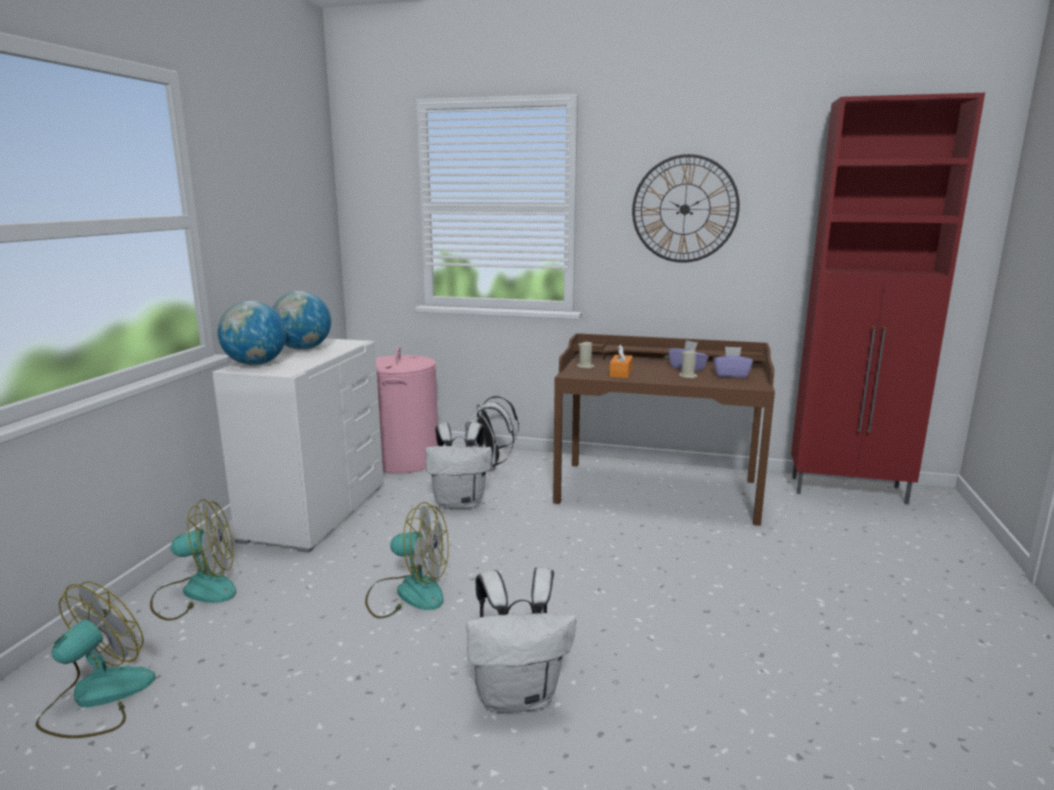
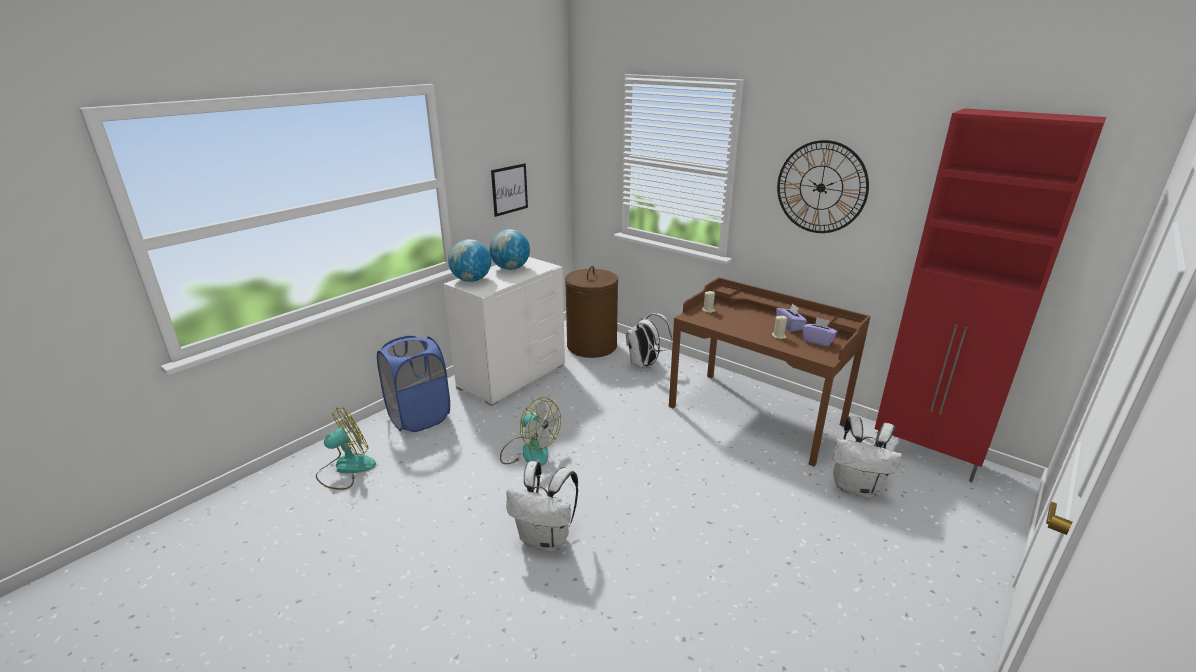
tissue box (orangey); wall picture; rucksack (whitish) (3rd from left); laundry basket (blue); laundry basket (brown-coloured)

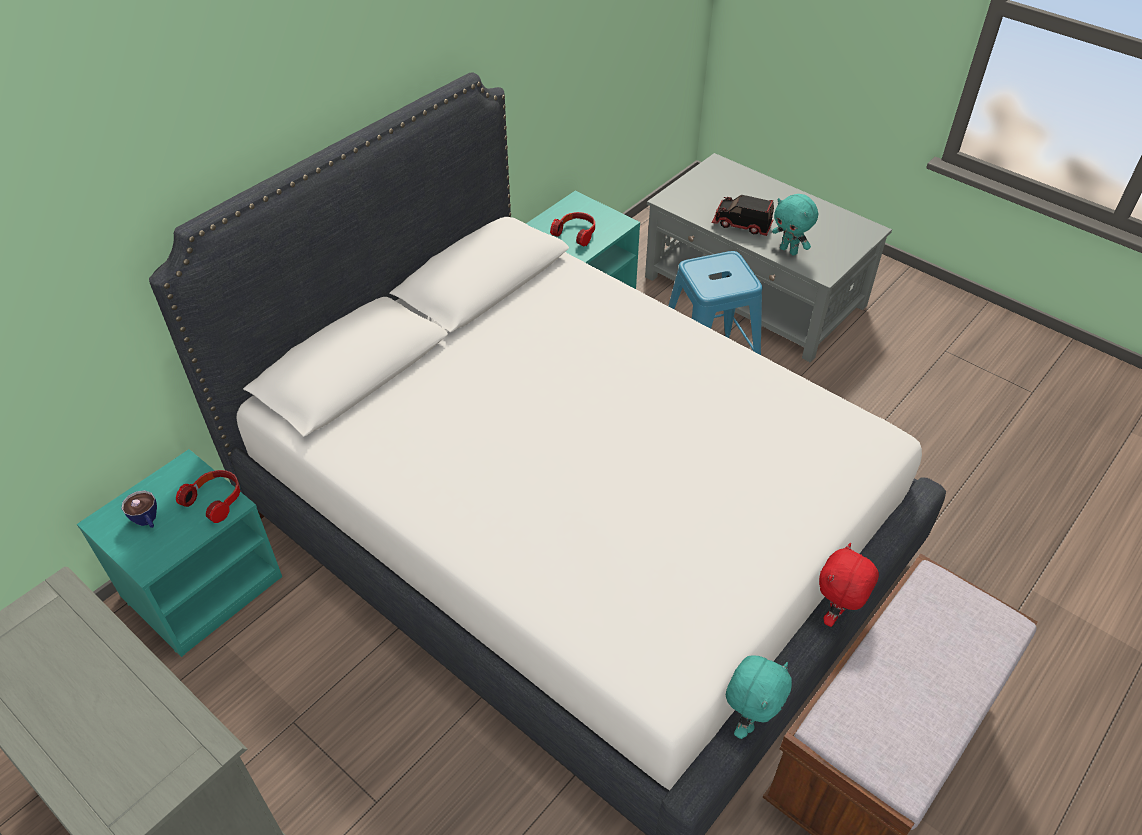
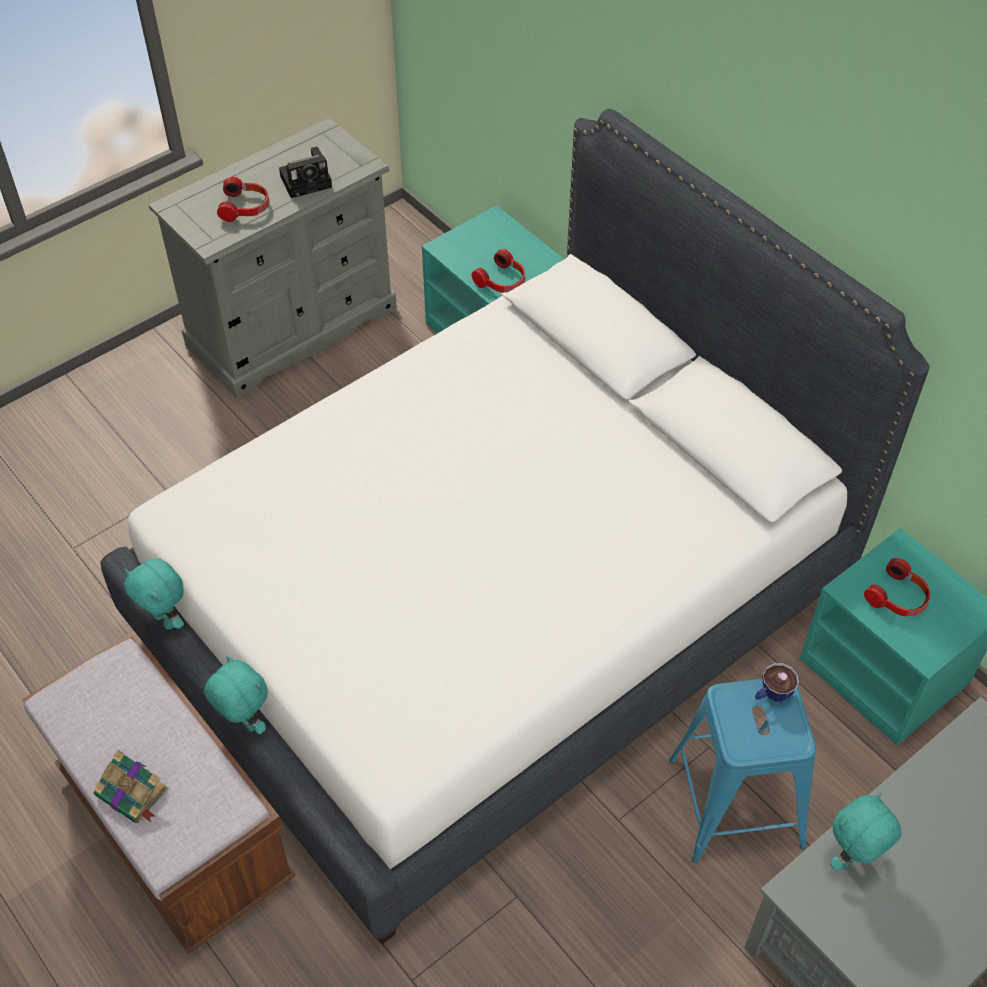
toy lorry; bound book; pair of headphones (1st from left); still camera; drinking cup; plush toy (turquoise-coloured) (2nd from left)

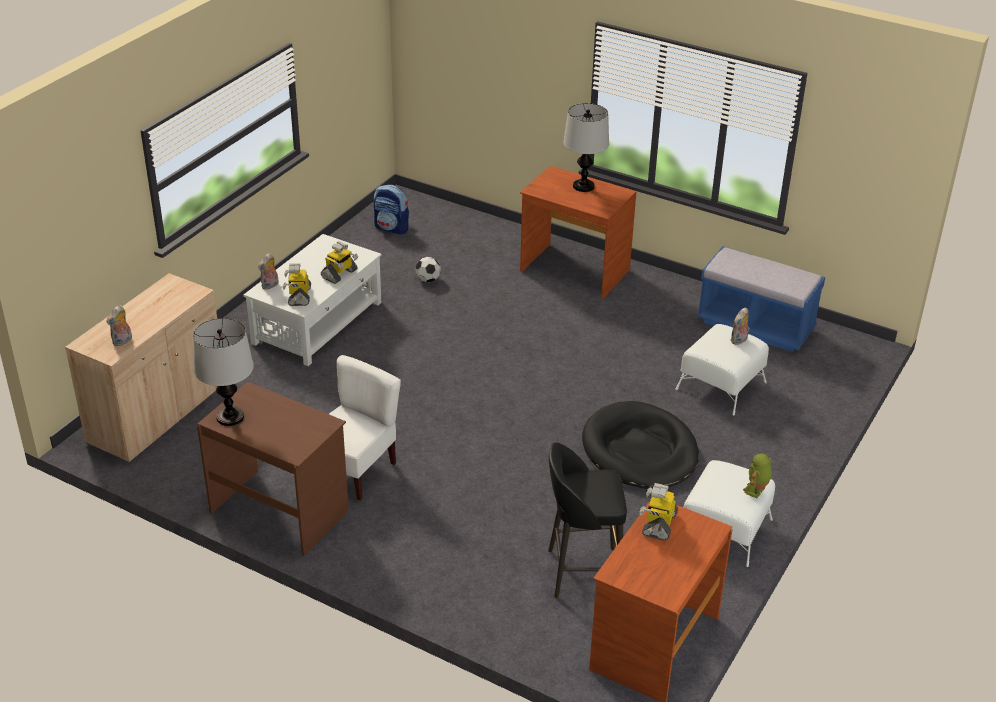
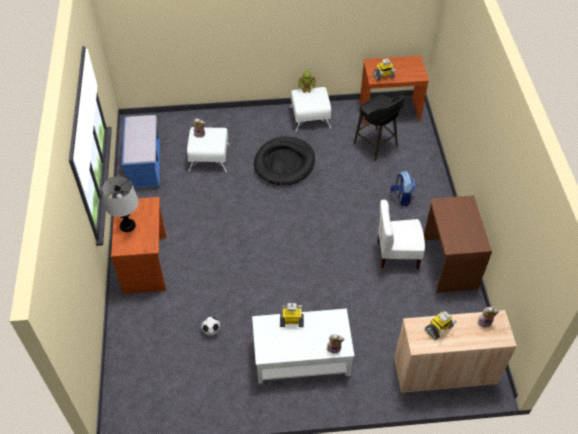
lamp for a table (1st from left in the first image); toy robot (4th from left); rucksack

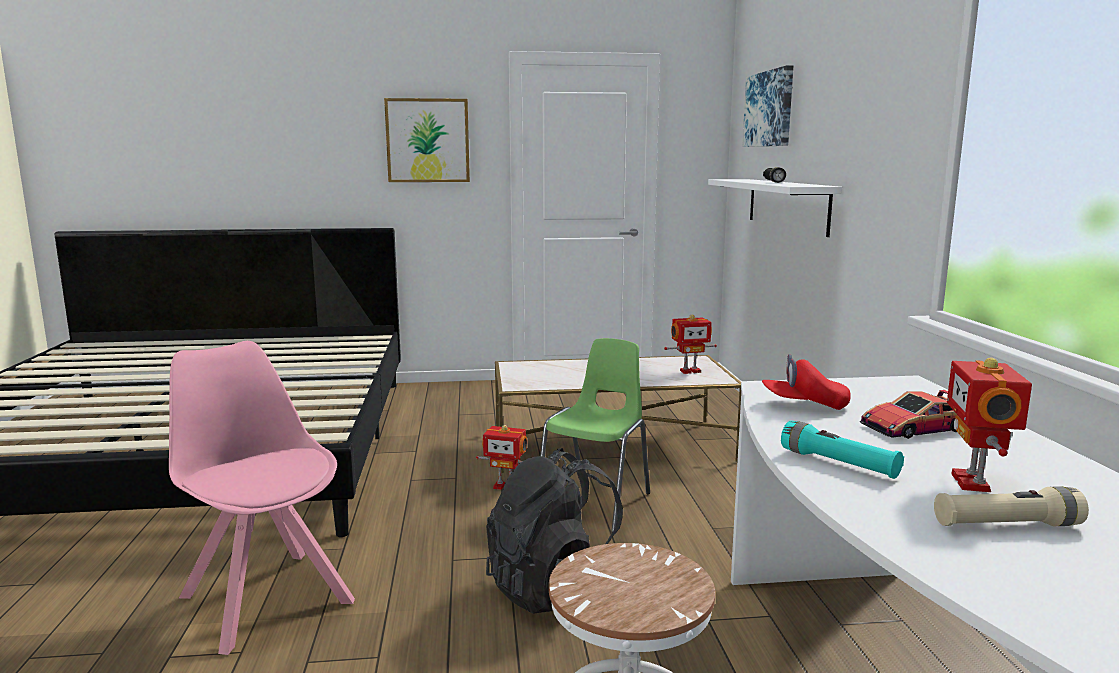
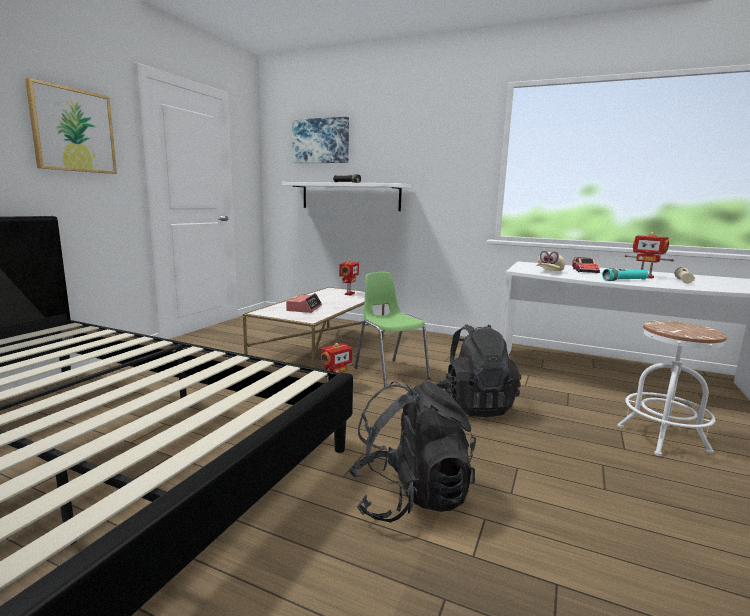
table clock; rucksack (blackish) (1st from left); peaked cap (sand-coloured)

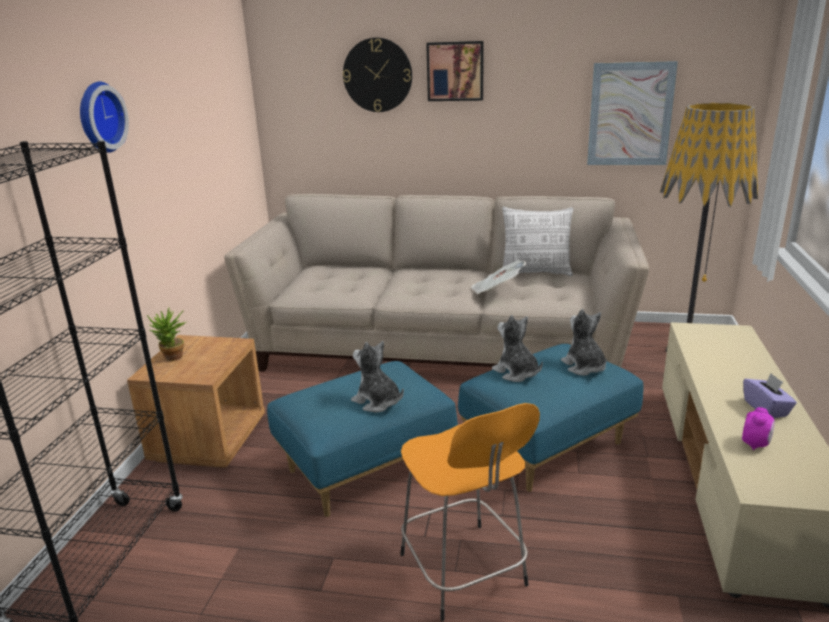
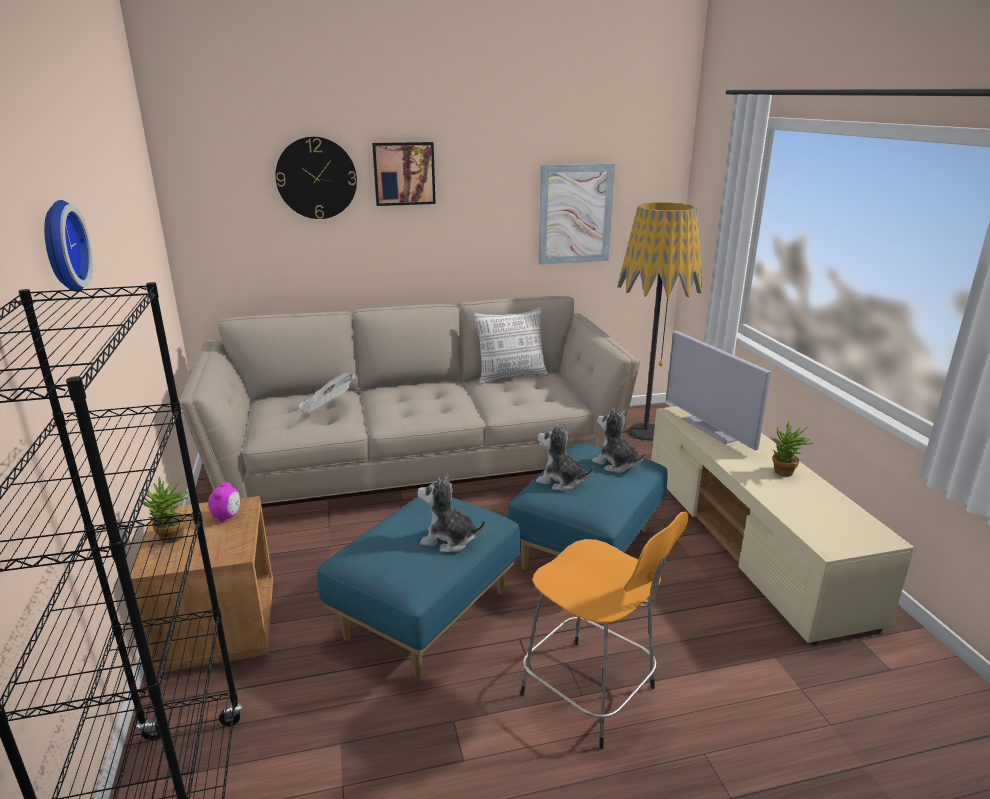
TV; newspaper; table clock; houseplant (2nd from left)

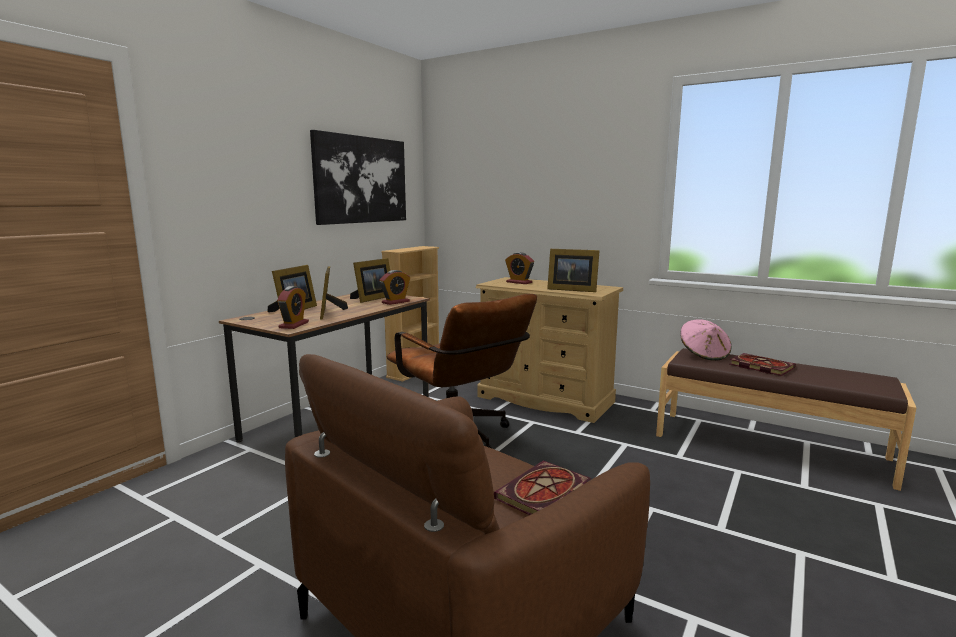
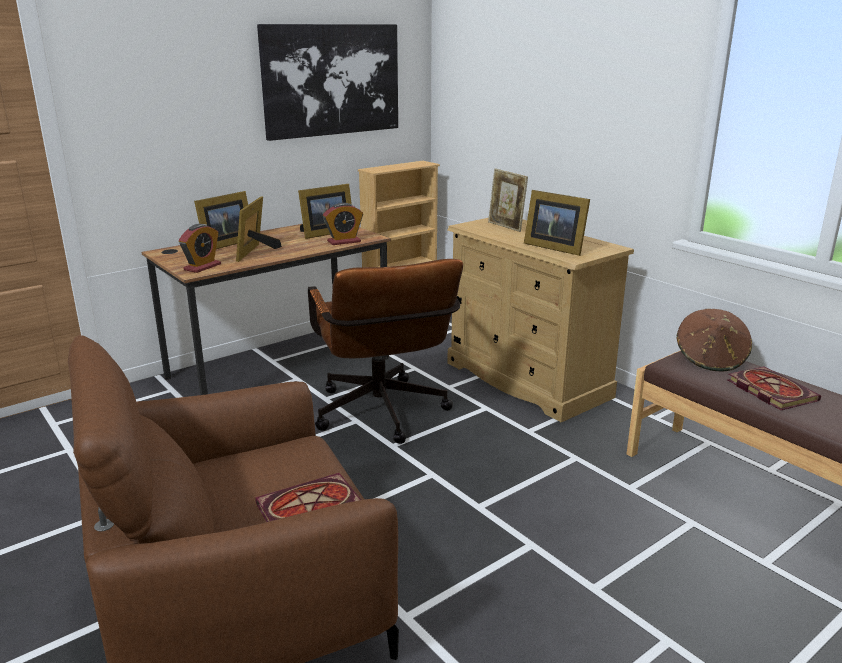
picture frame (4th from left); clothing hat (brown-coloured)

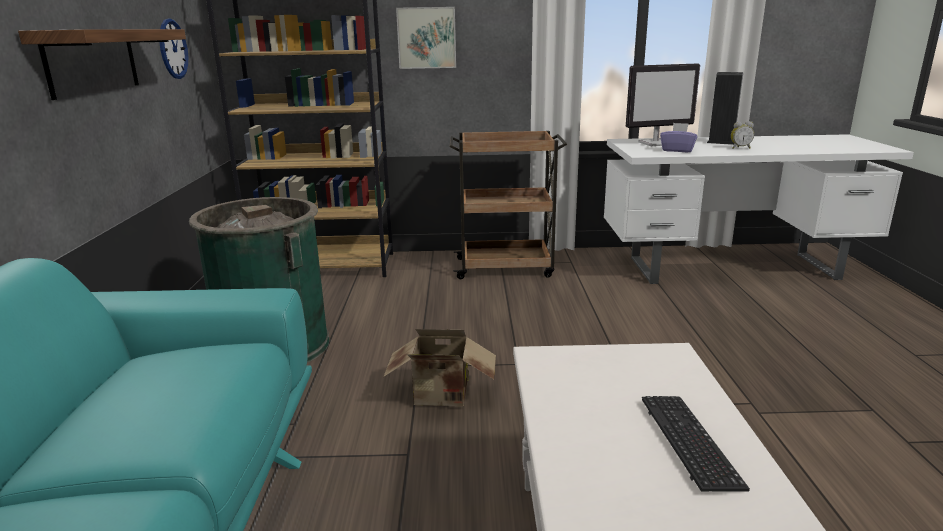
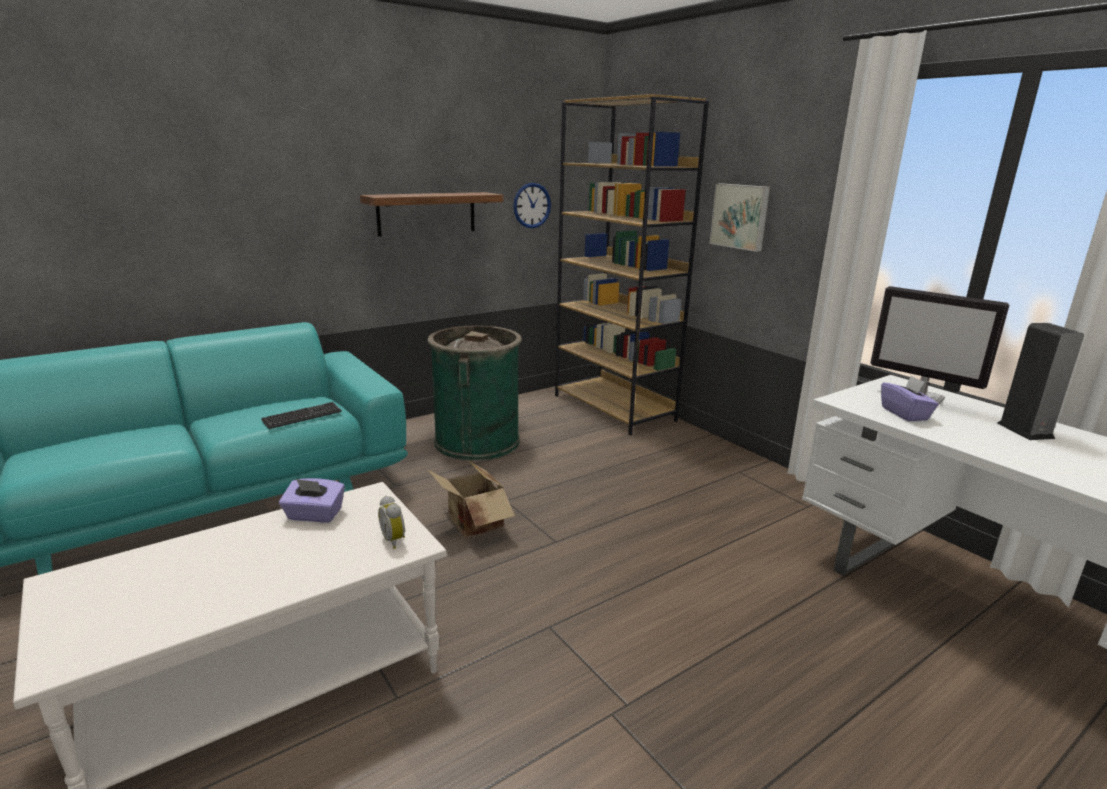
cart (brown-coloured); tissue box (purple) (1st from left); computer keyboard; table clock

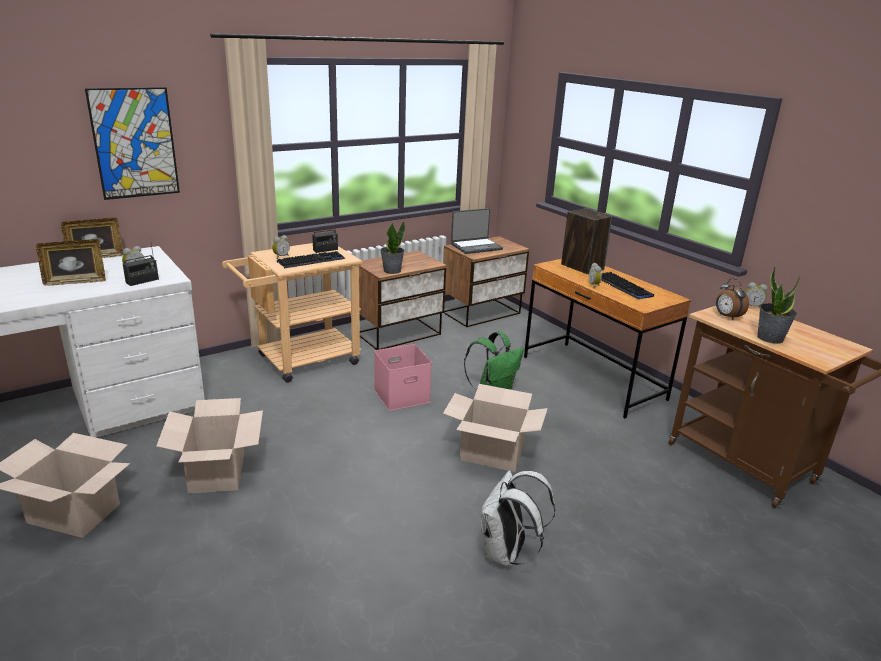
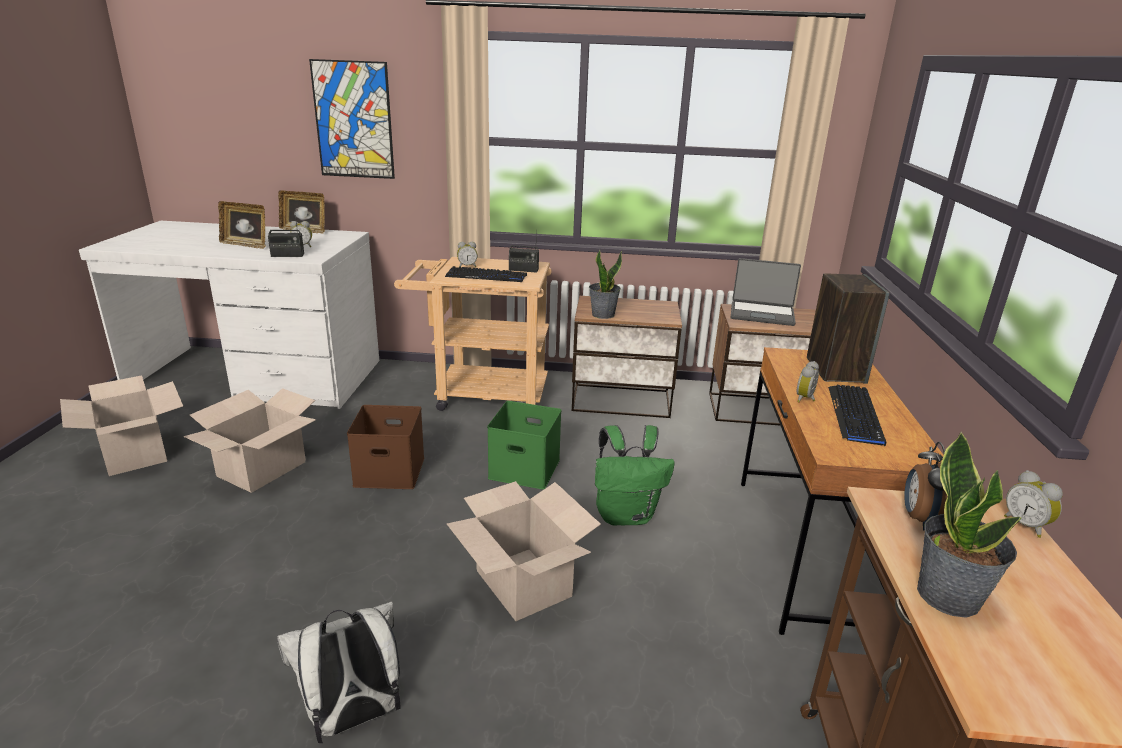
storage container (brown-coloured); storage container (green-coloured)

